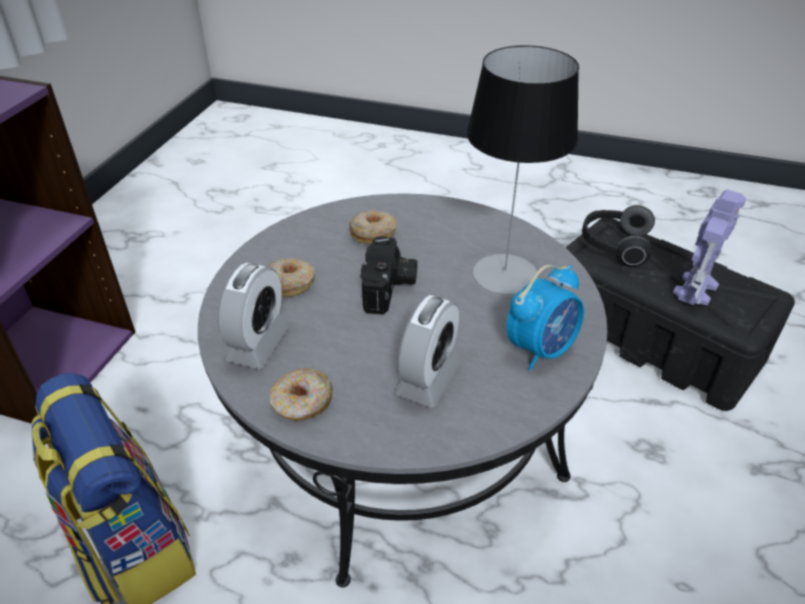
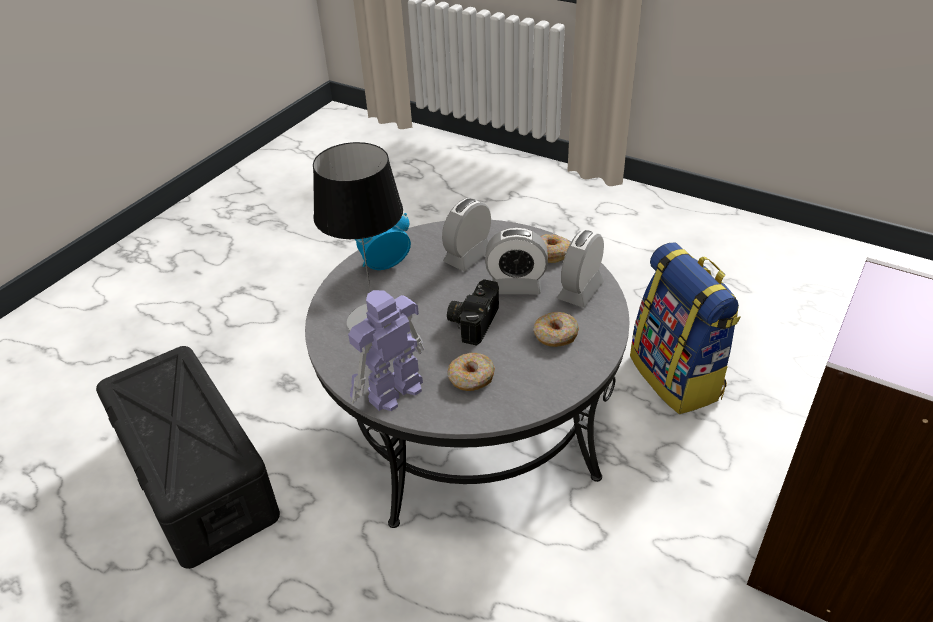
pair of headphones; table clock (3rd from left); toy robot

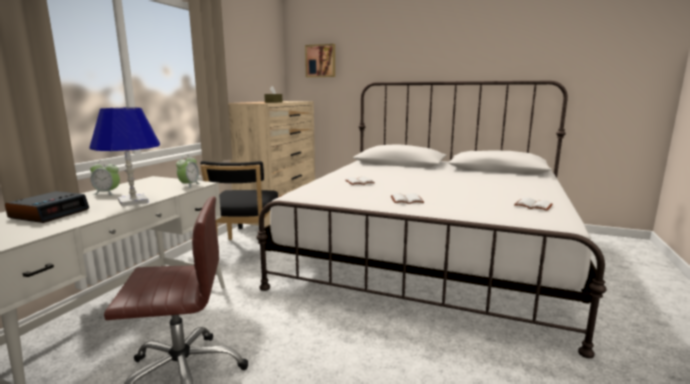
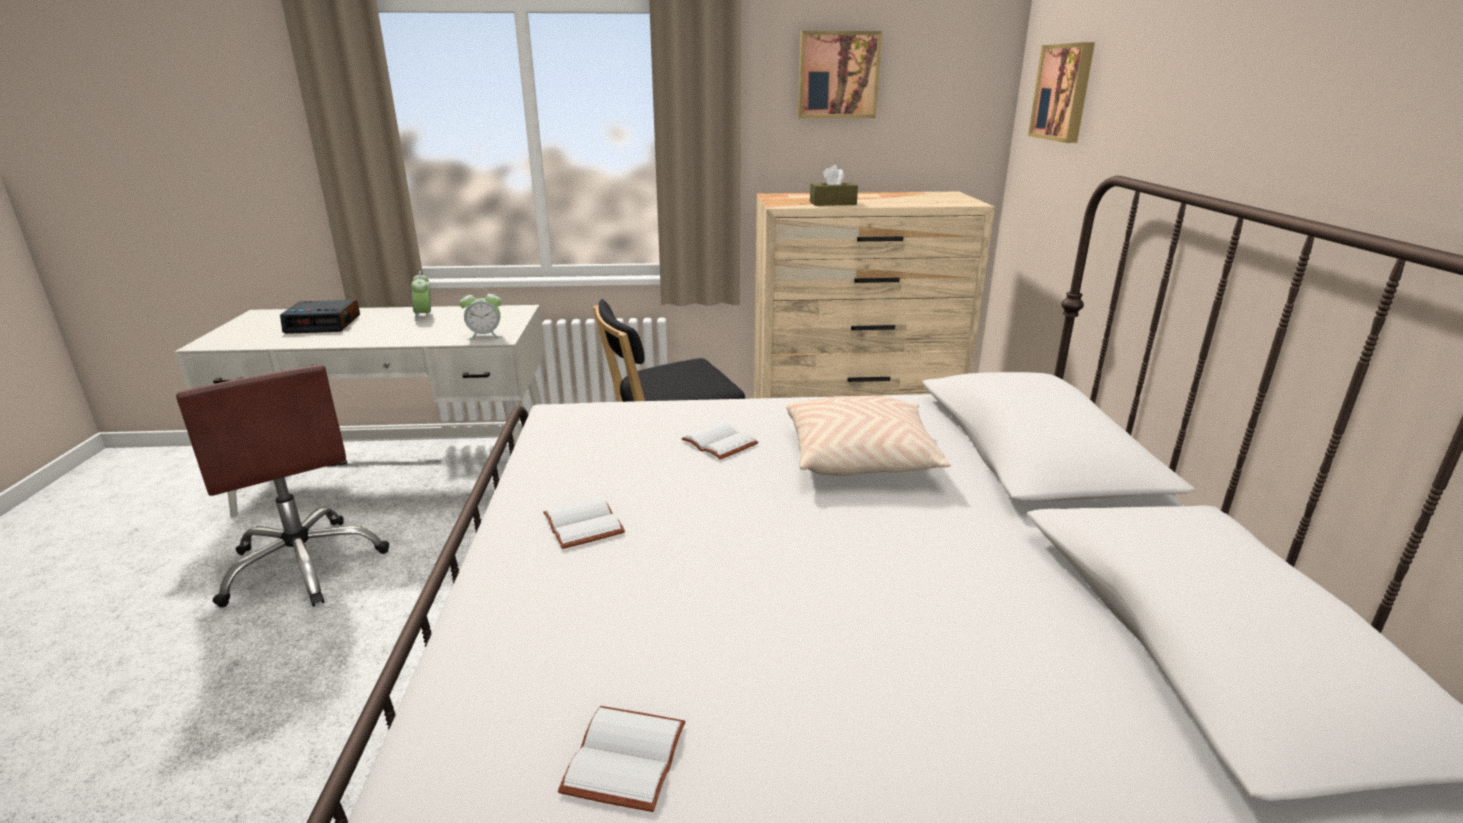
lamp for a table (blue); throw pillow (sand-coloured); wall picture (1st from left)

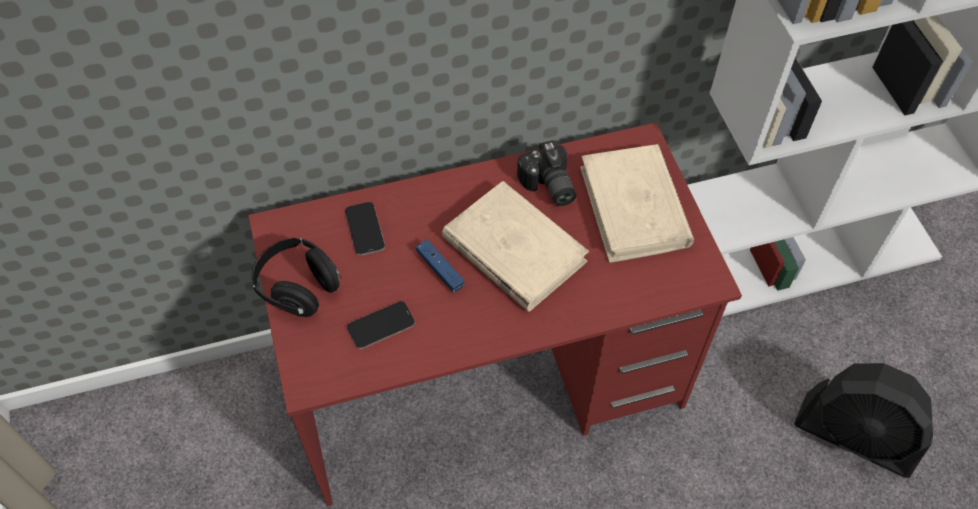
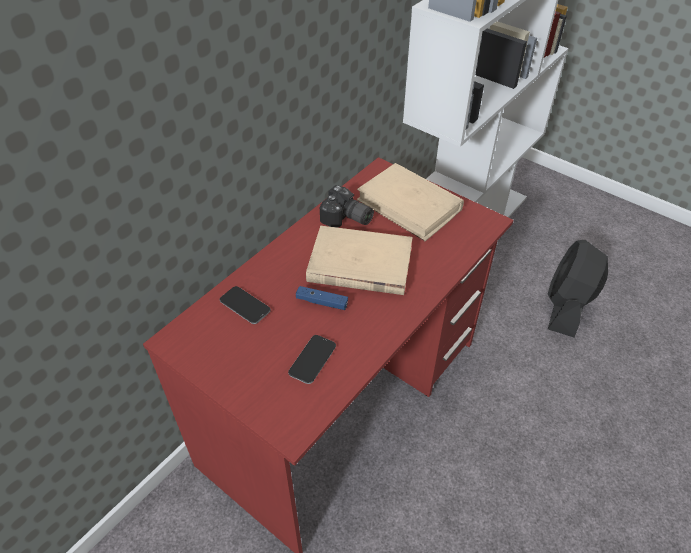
pair of headphones (blackish); fan (blackish)

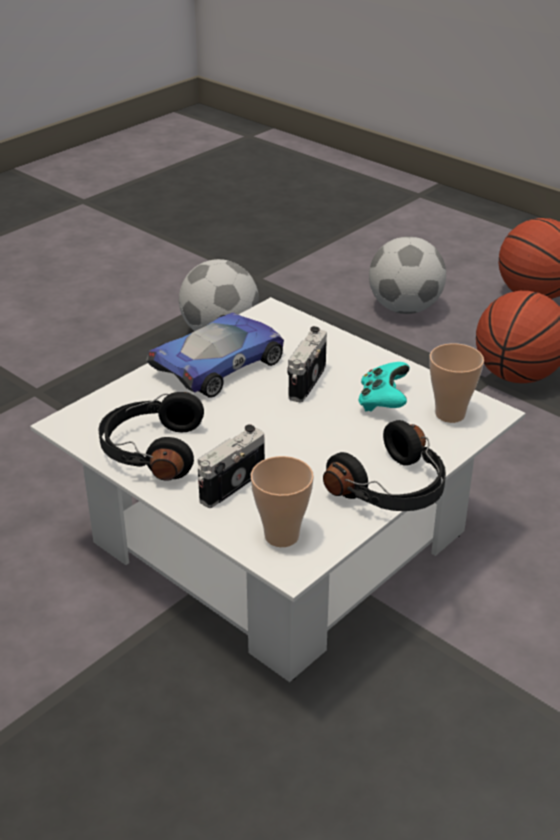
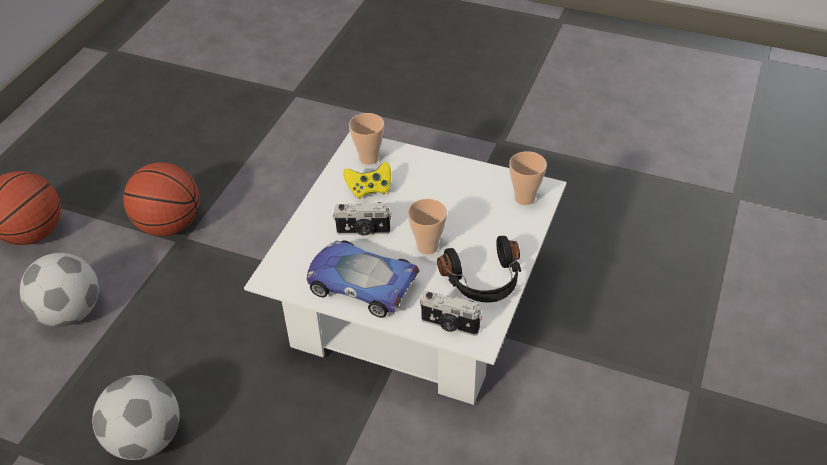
pair of headphones (blackish) (2nd from left in the first image); drinking cup (2nd from left); still camera (2nd from left); gamepad (yellow)

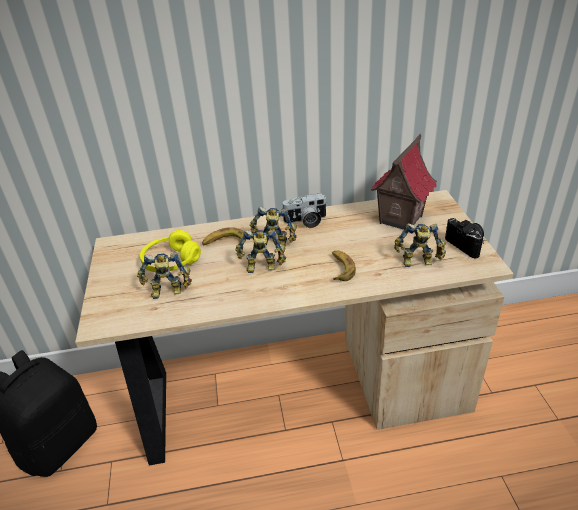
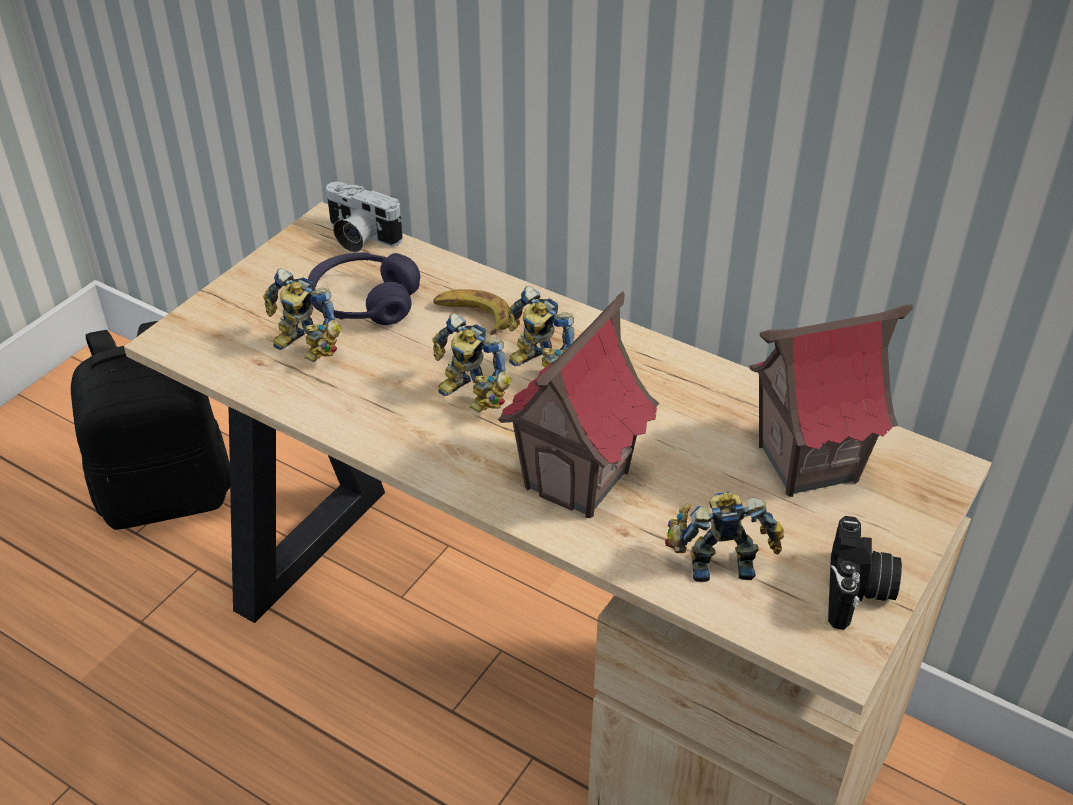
still camera (1st from left); miniature house (1st from left); pair of headphones (purple); toy robot (4th from left)

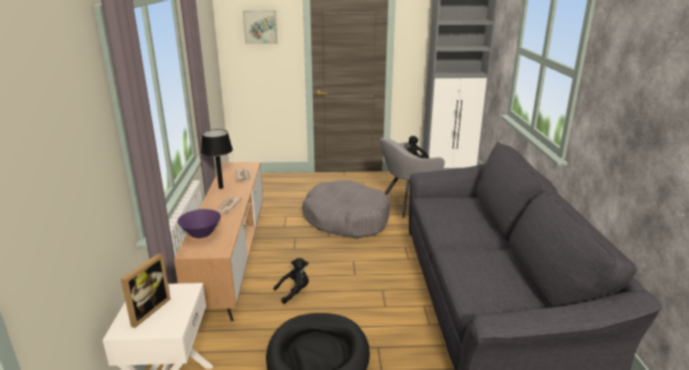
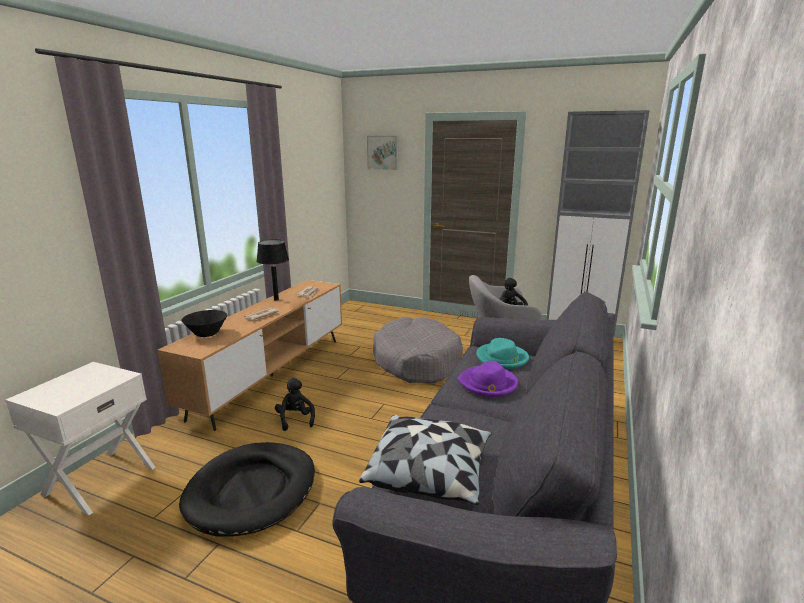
picture frame; throw pillow; clothing hat (purple); clothing hat (turquoise-coloured); deep dish (blackish); plush toy (blackish) (1st from left)

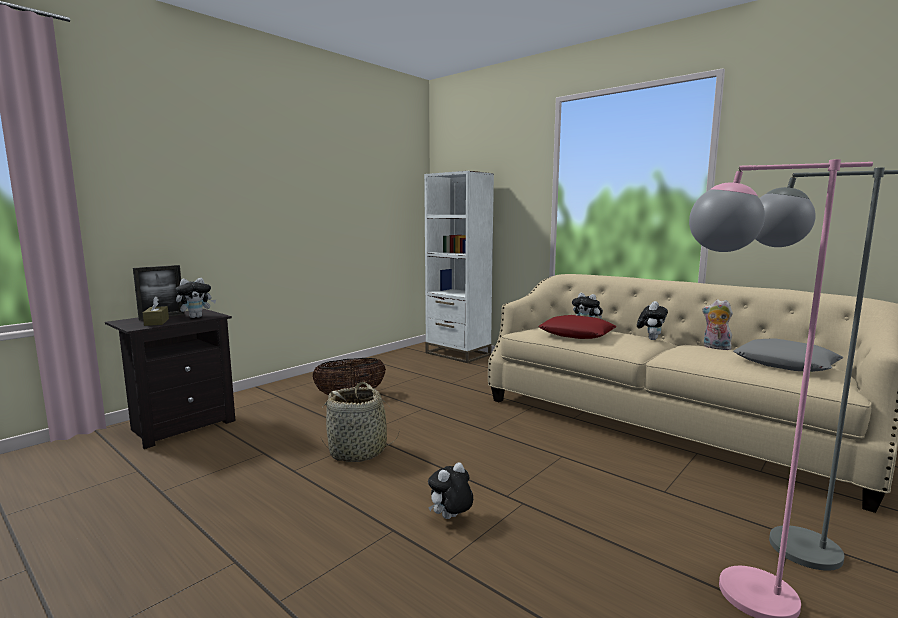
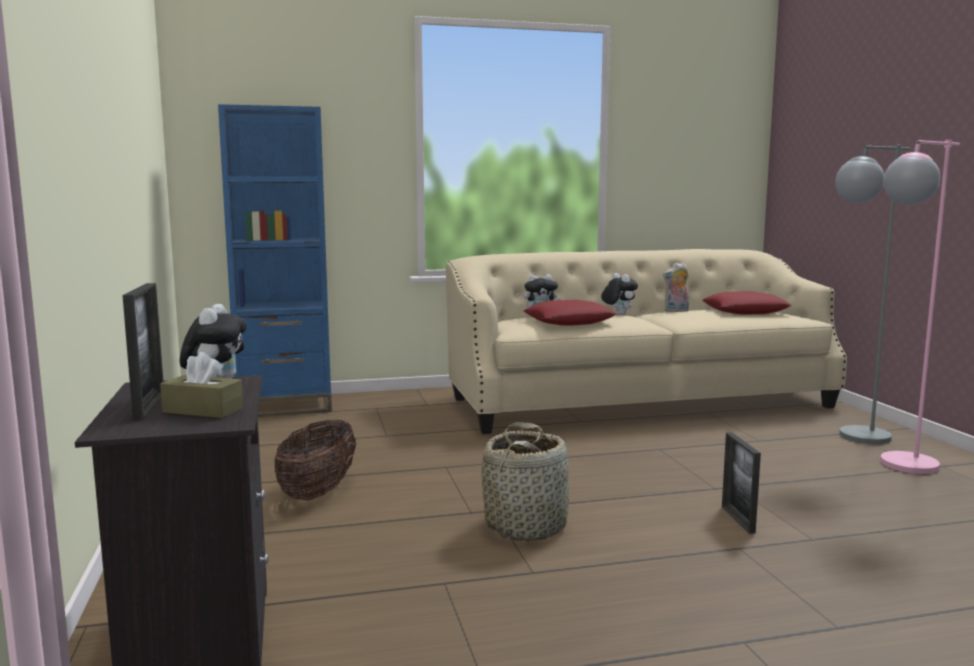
picture frame (2nd from left); bookshelf (blue); throw pillow (reddish) (2nd from left)

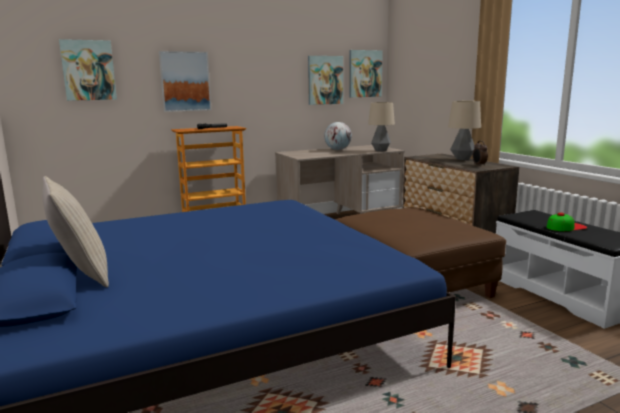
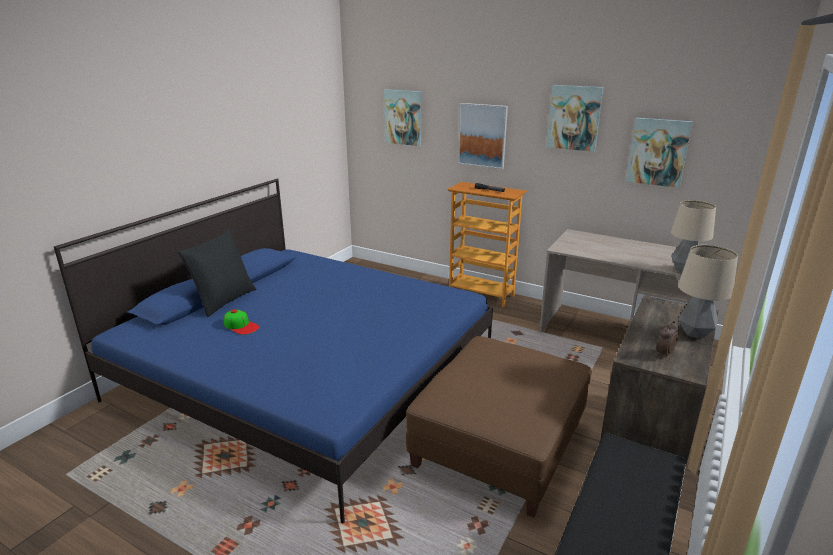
globe; wall picture (3rd from left); peaked cap; throw pillow (blackish)

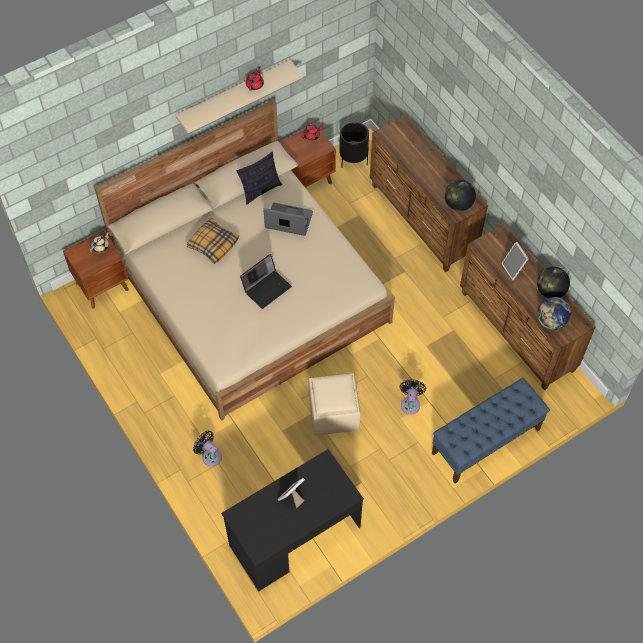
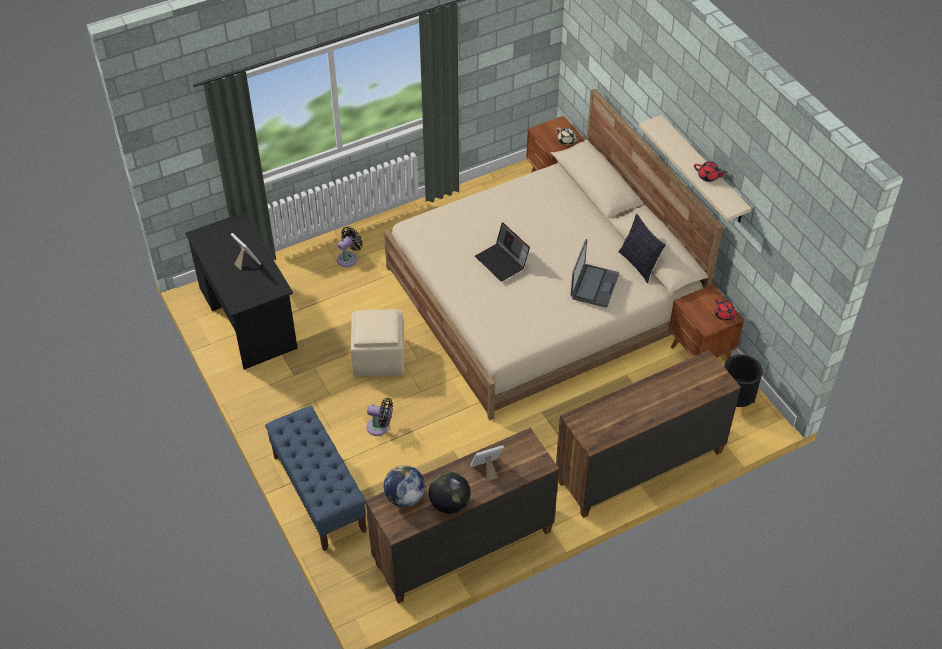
throw pillow (1st from left in the first image); globe (1st from left in the first image)

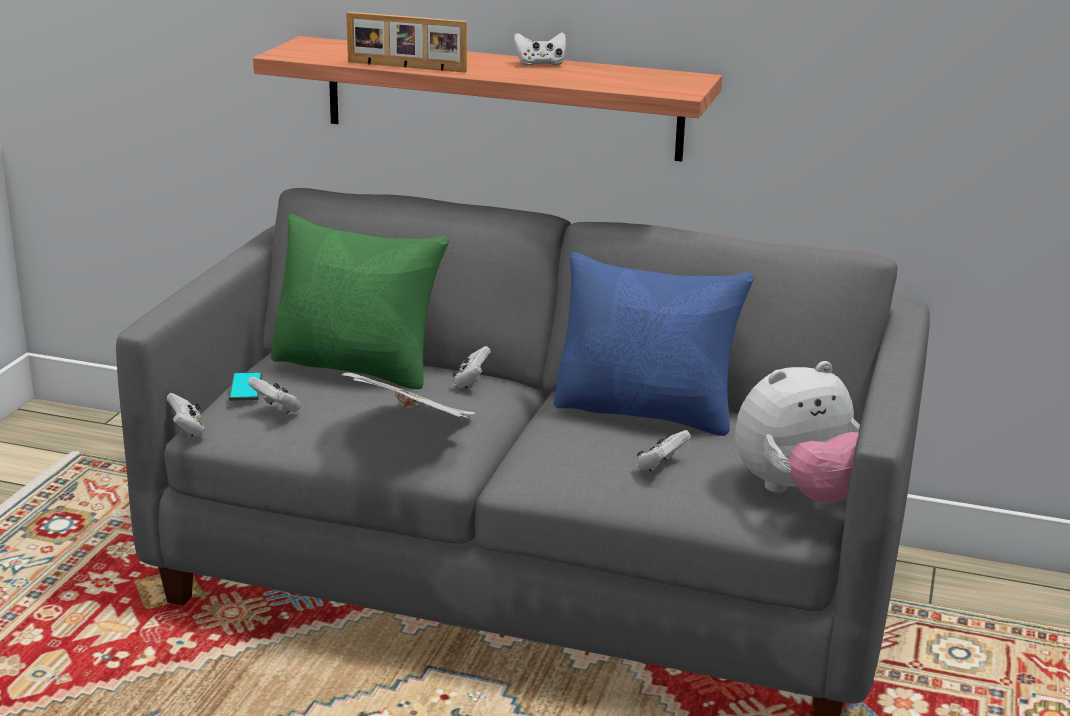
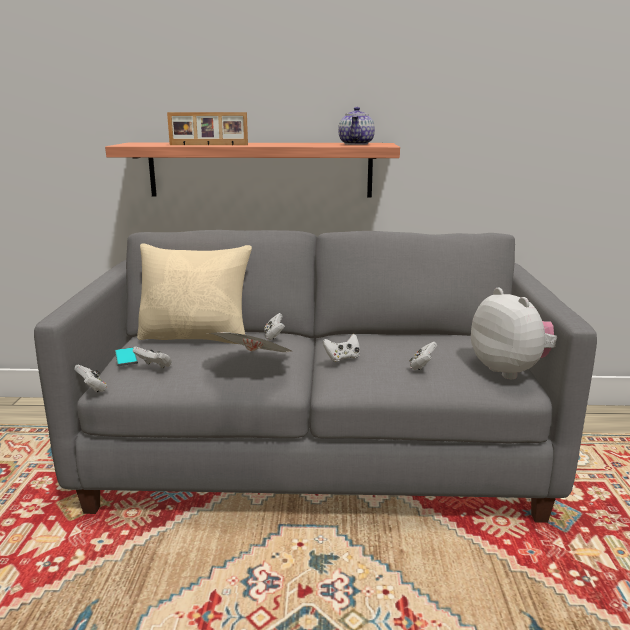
throw pillow (blue); teapot; gamepad (whitish) (4th from left); throw pillow (sand-coloured); plush toy

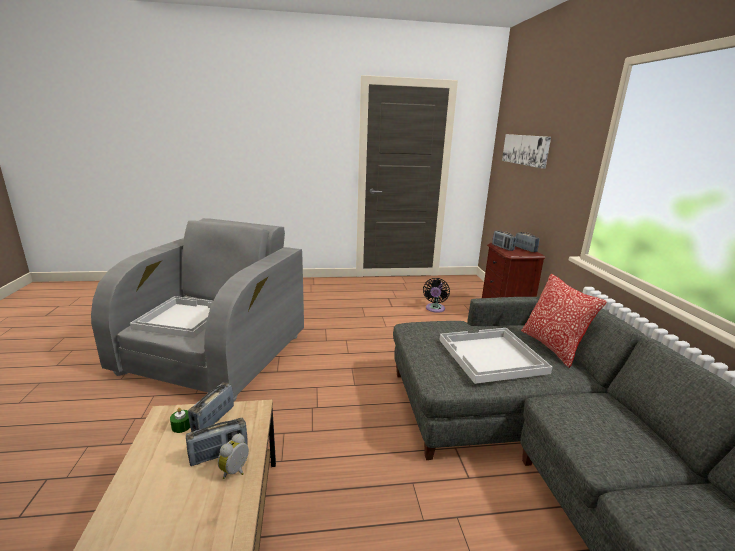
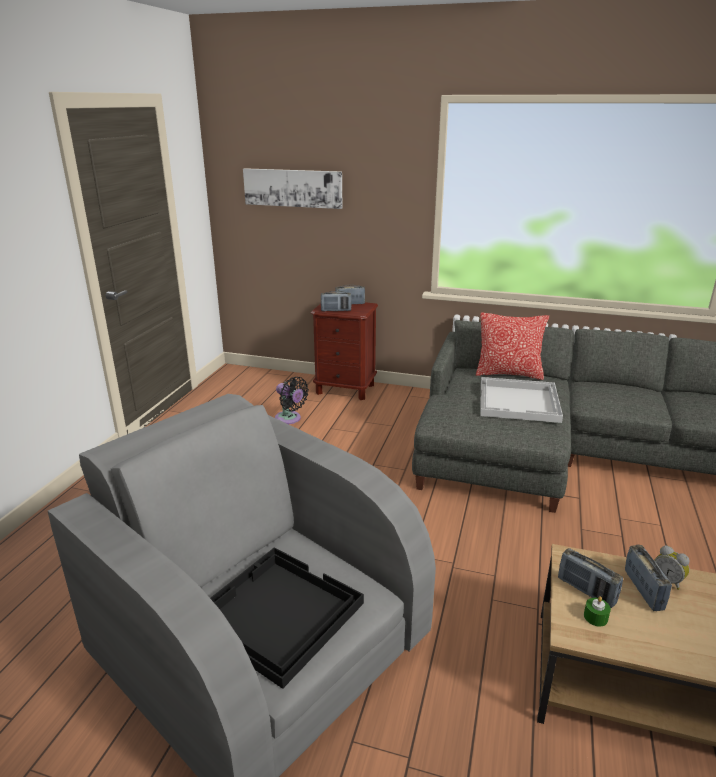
carrying tray (blackish)

